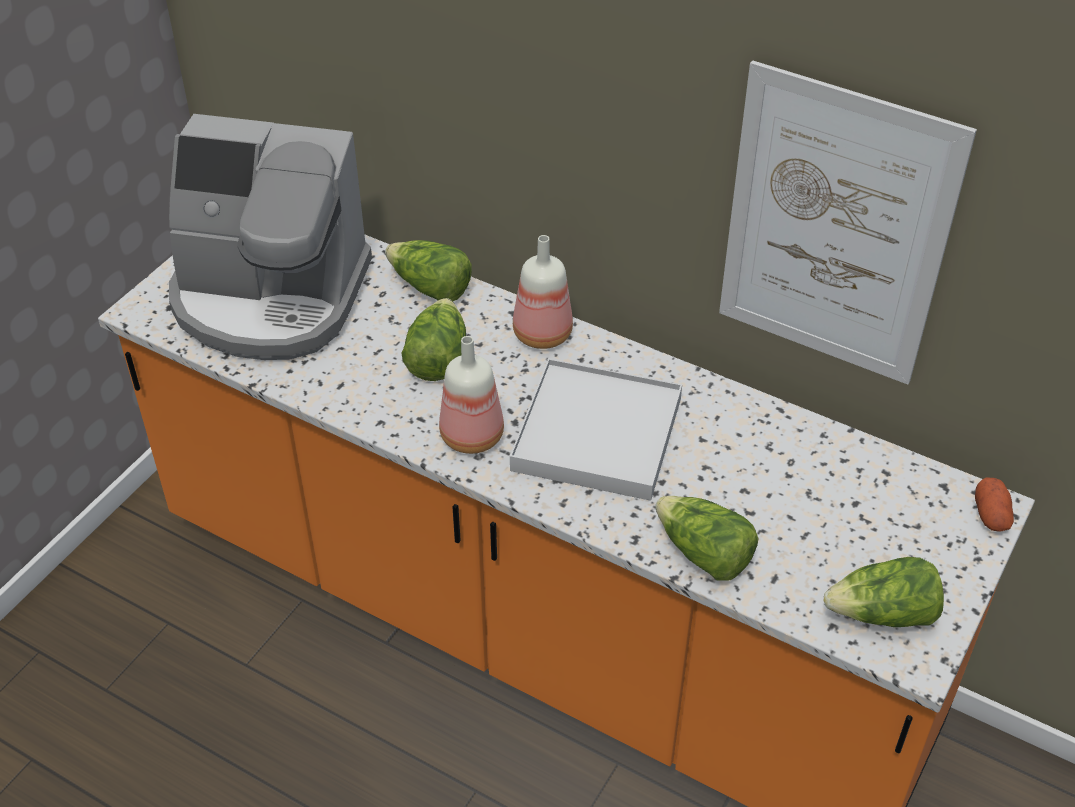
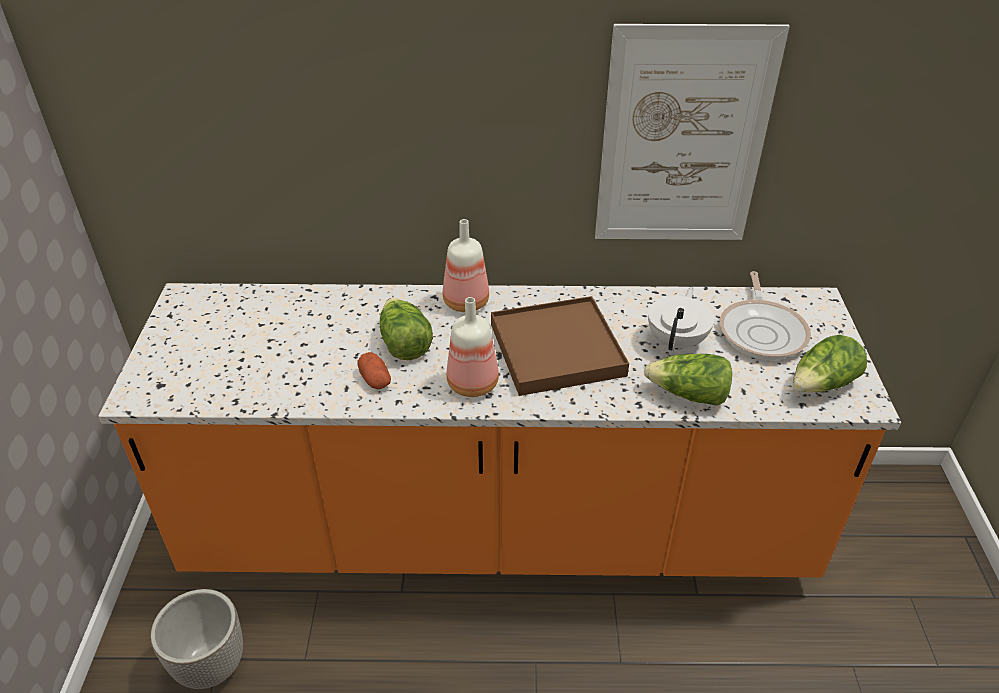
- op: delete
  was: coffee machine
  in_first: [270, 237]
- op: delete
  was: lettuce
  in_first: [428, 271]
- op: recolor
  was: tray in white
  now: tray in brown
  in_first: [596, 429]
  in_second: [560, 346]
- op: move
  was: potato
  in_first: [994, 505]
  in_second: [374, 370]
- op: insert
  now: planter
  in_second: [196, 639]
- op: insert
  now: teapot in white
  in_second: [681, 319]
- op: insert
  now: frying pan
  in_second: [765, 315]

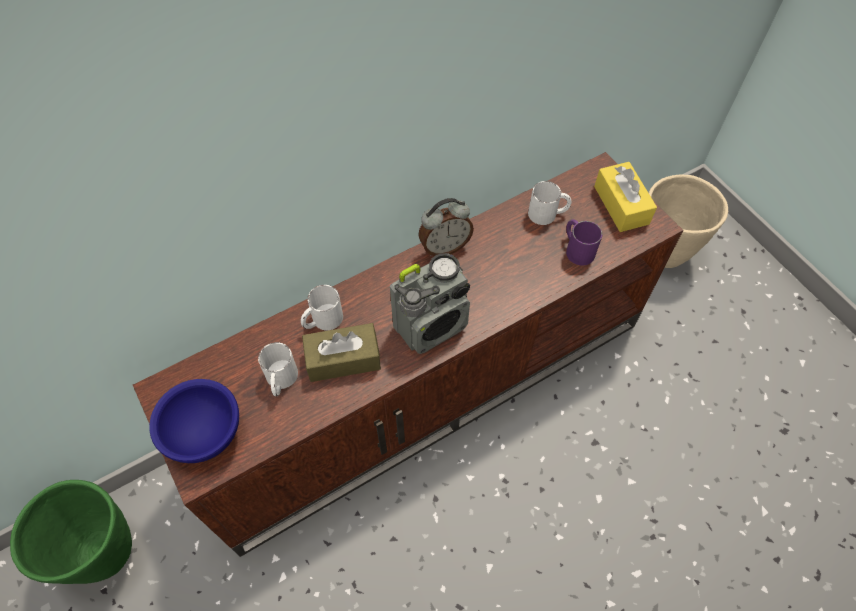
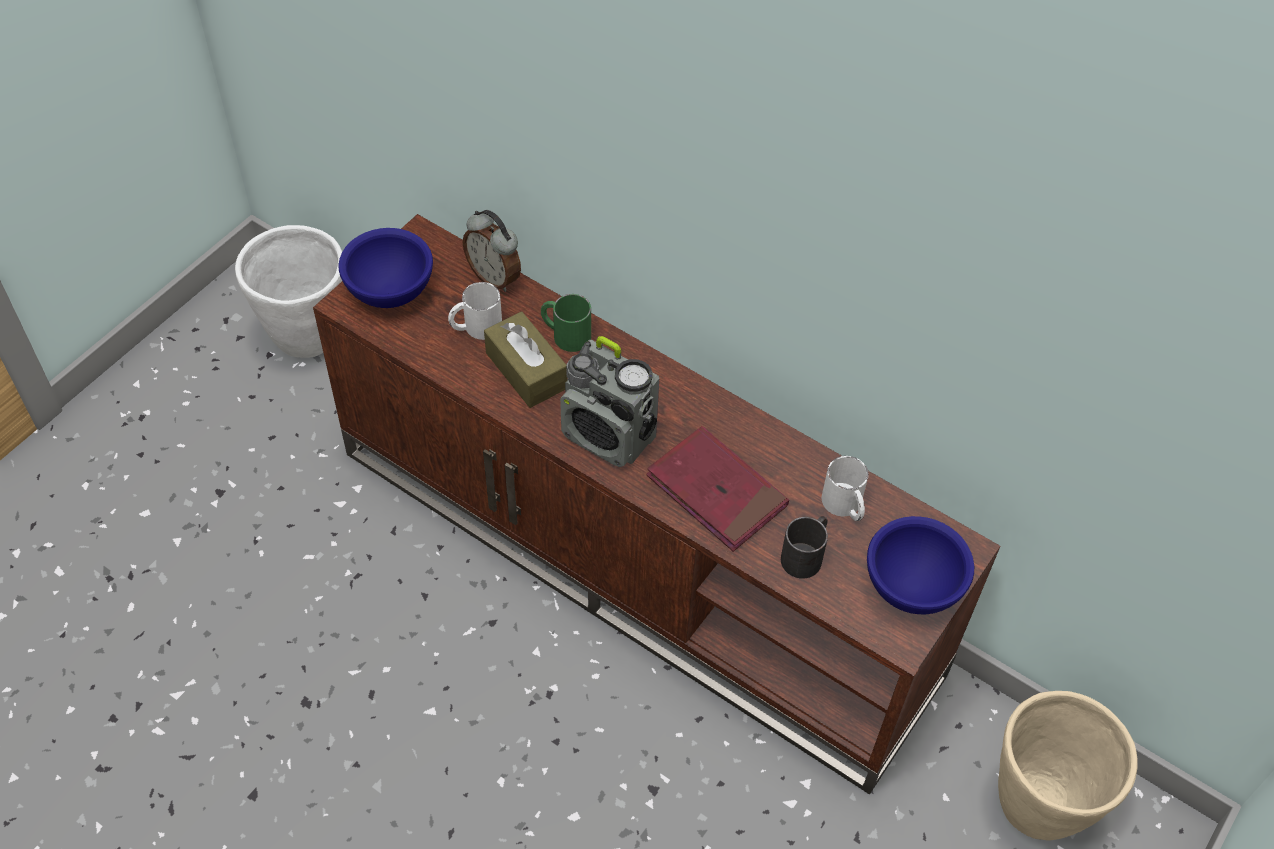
- op: recolor
  was: planter in green
  now: planter in white
  in_first: [71, 532]
  in_second: [288, 291]
- op: recolor
  was: mug in white
  now: mug in green
  in_first: [322, 307]
  in_second: [566, 323]
- op: move
  was: alarm clock
  in_first: [446, 227]
  in_second: [491, 251]
- op: recolor
  was: mug in purple
  now: mug in black
  in_first: [584, 242]
  in_second: [804, 547]
- op: replace
  was: tissue box in yellow
  now: bowl in blue
  in_first: [625, 197]
  in_second: [920, 565]
- op: insert
  now: book in red
  in_second: [717, 489]

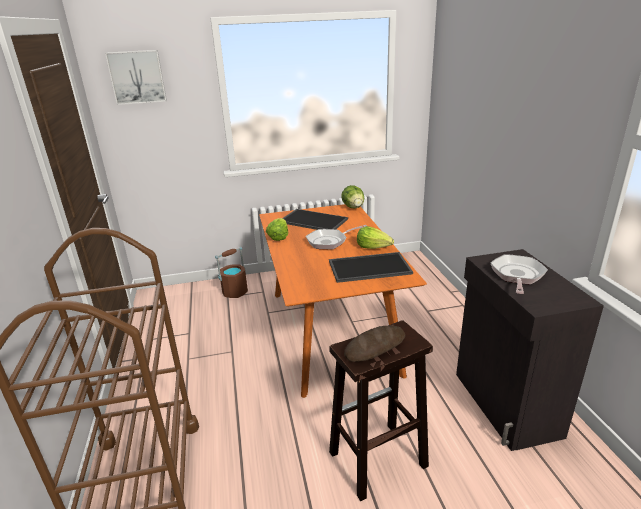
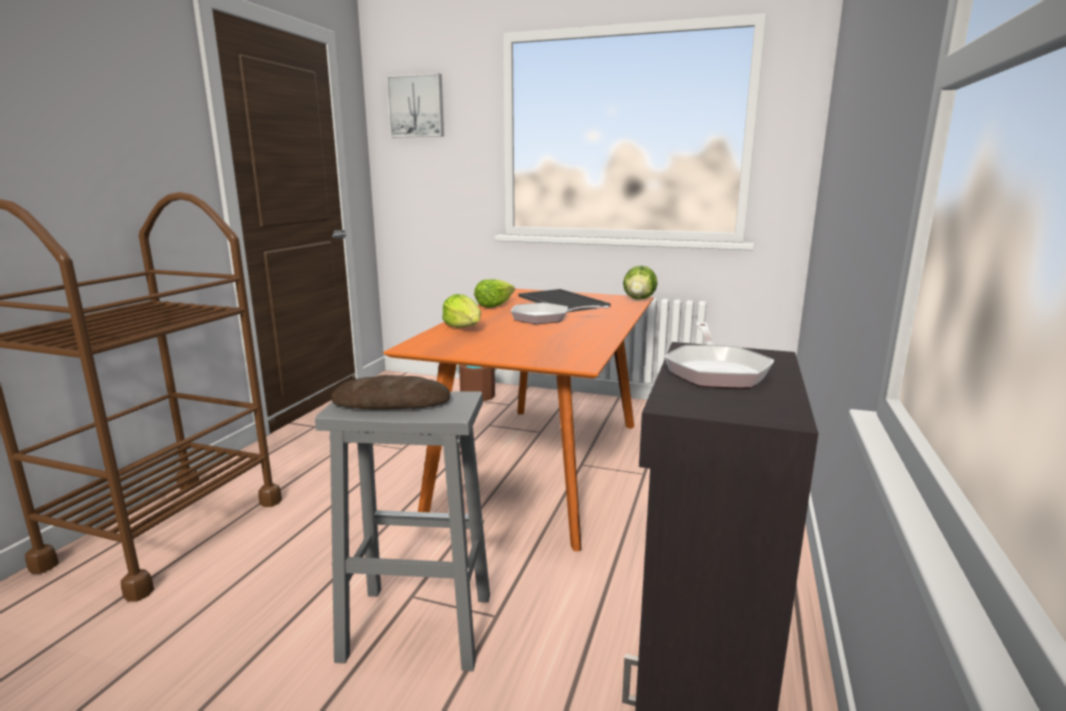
- op: delete
  was: tray
  in_first: [371, 267]
- op: recolor
  was: stool in brown
  now: stool in grey
  in_first: [381, 410]
  in_second: [402, 531]
- op: move
  was: lettuce
  in_first: [375, 237]
  in_second: [461, 311]
- op: rotate
  was: frying pan
  in_first: [519, 274]
  in_second: [719, 355]
  clockwise: 135

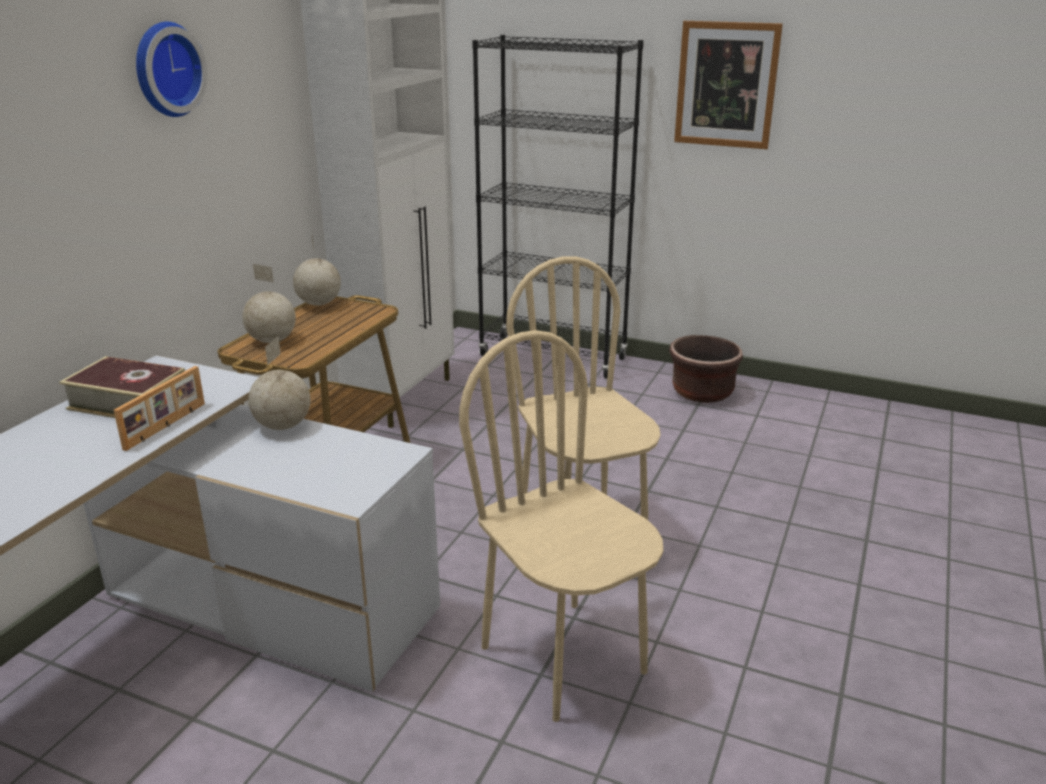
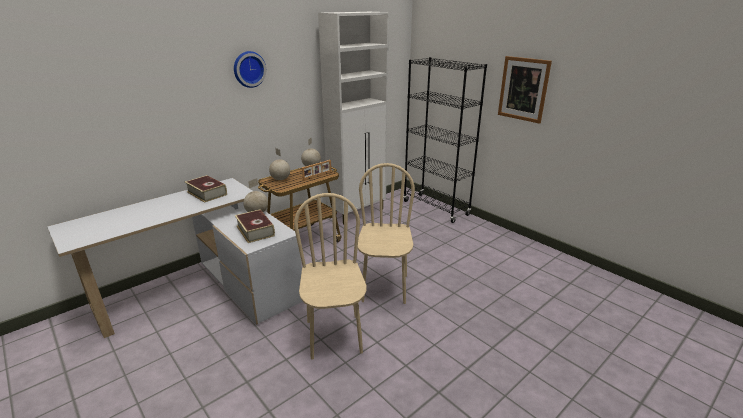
- op: move
  was: picture frame
  in_first: [159, 408]
  in_second: [316, 170]
- op: delete
  was: planter in brown
  in_first: [706, 369]
- op: insert
  now: book
  in_second: [255, 226]

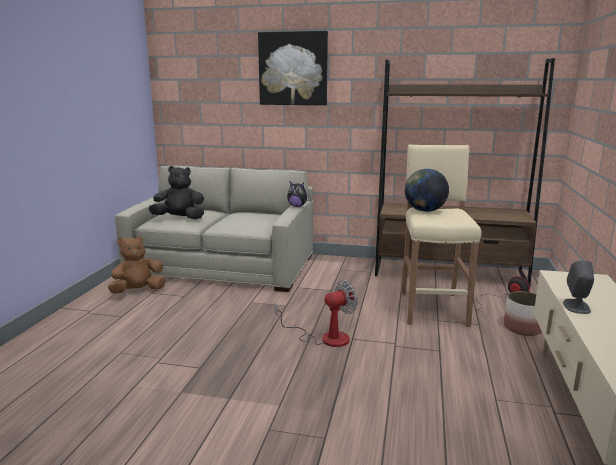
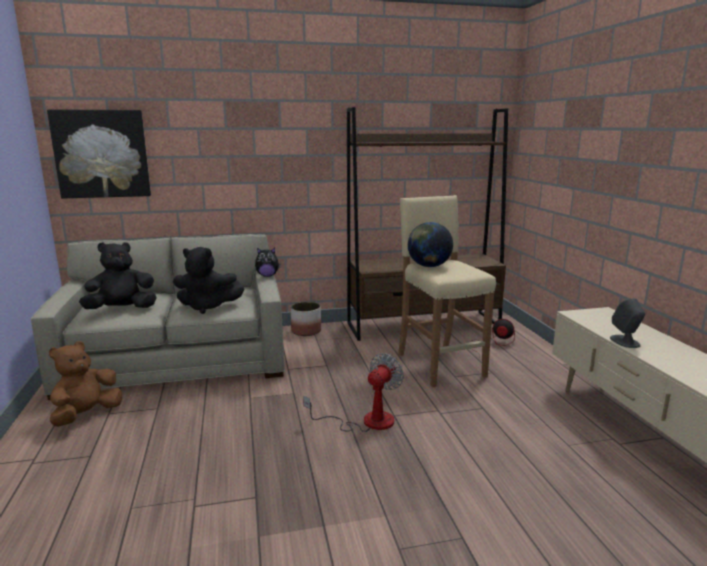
- op: move
  was: picture
  in_first: [293, 68]
  in_second: [99, 153]
- op: move
  was: planter
  in_first: [523, 313]
  in_second: [306, 319]
- op: insert
  now: plush toy in black
  in_second: [208, 280]

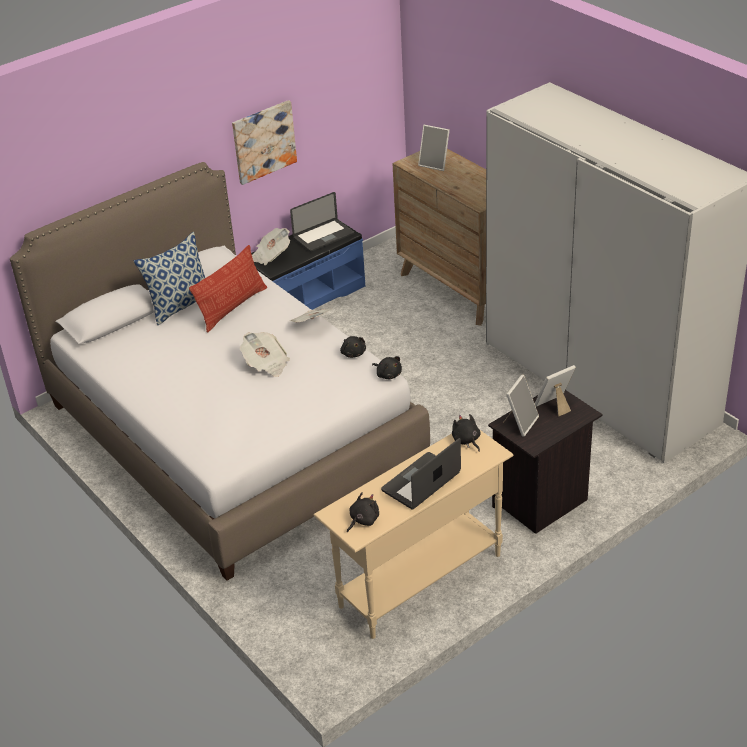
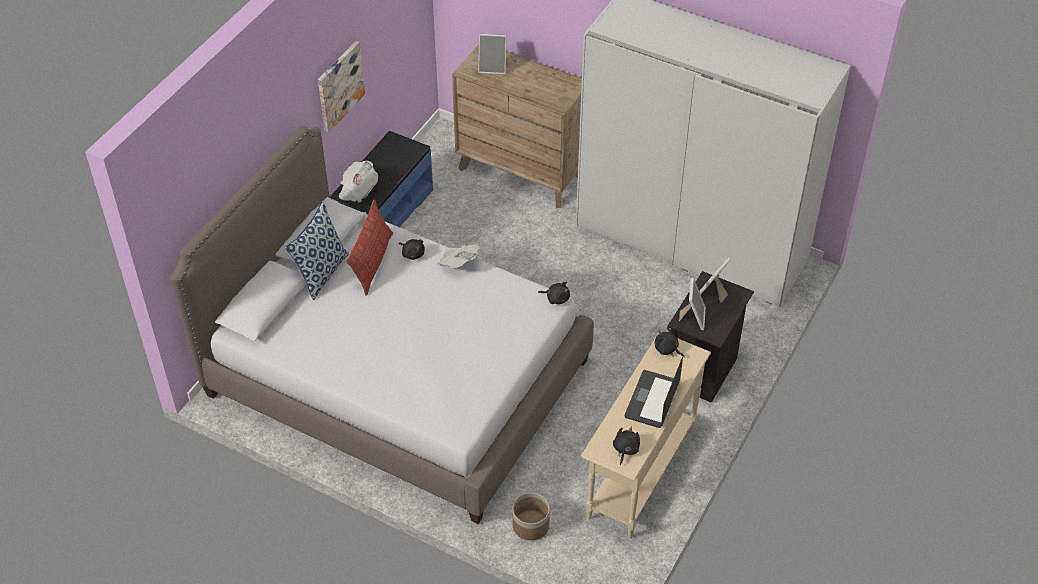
- op: delete
  was: newspaper
  in_first: [265, 354]
- op: delete
  was: laptop
  in_first: [322, 222]
- op: move
  was: plush toy in black
  in_first: [353, 347]
  in_second: [412, 249]
- op: insert
  now: planter
  in_second: [531, 516]

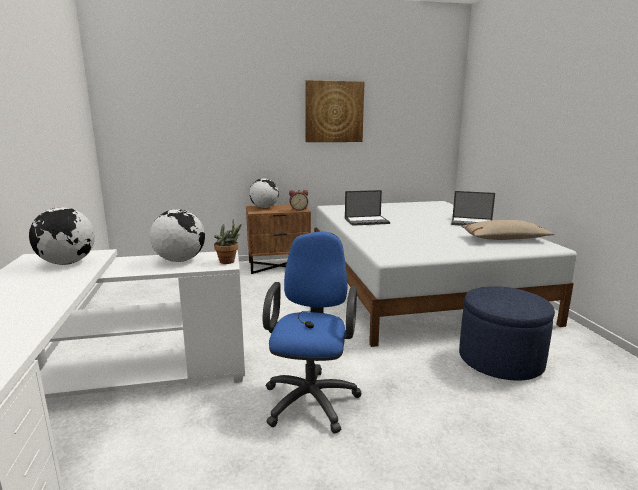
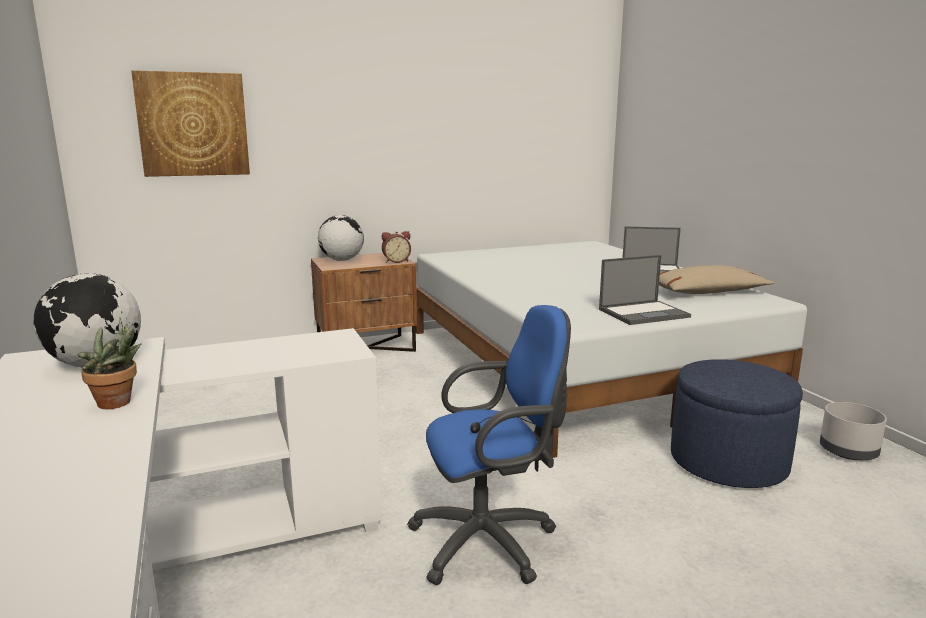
- op: delete
  was: globe
  in_first: [177, 235]
- op: move
  was: potted plant
  in_first: [228, 241]
  in_second: [109, 363]
- op: rotate
  was: office chair in blue
  in_first: [312, 333]
  in_second: [489, 445]
  clockwise: 75
- op: move
  was: picture
  in_first: [335, 111]
  in_second: [190, 123]
- op: move
  was: laptop
  in_first: [367, 208]
  in_second: [645, 290]
- op: insert
  now: planter in grey
  in_second: [853, 431]

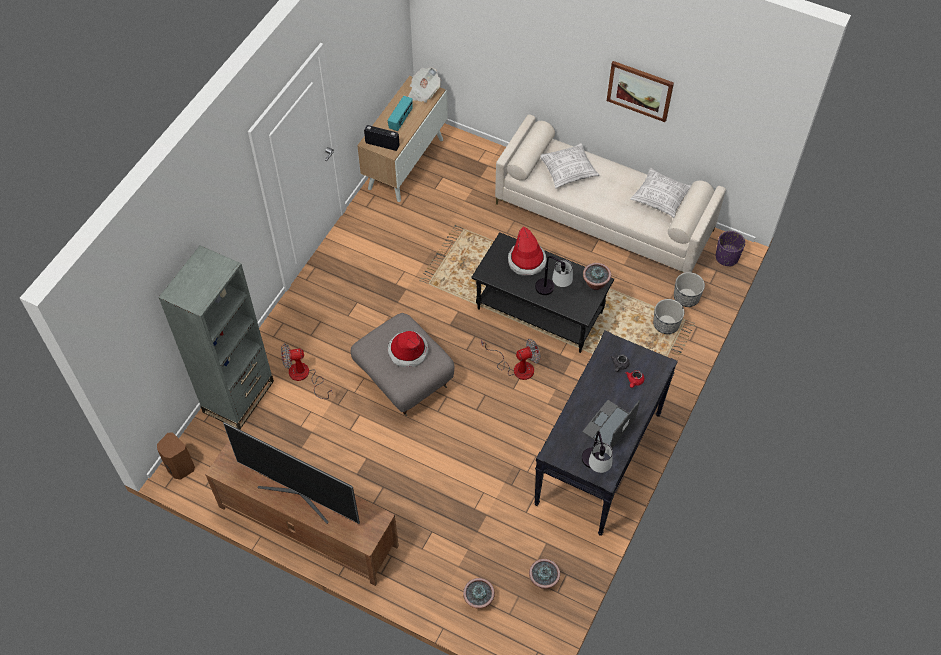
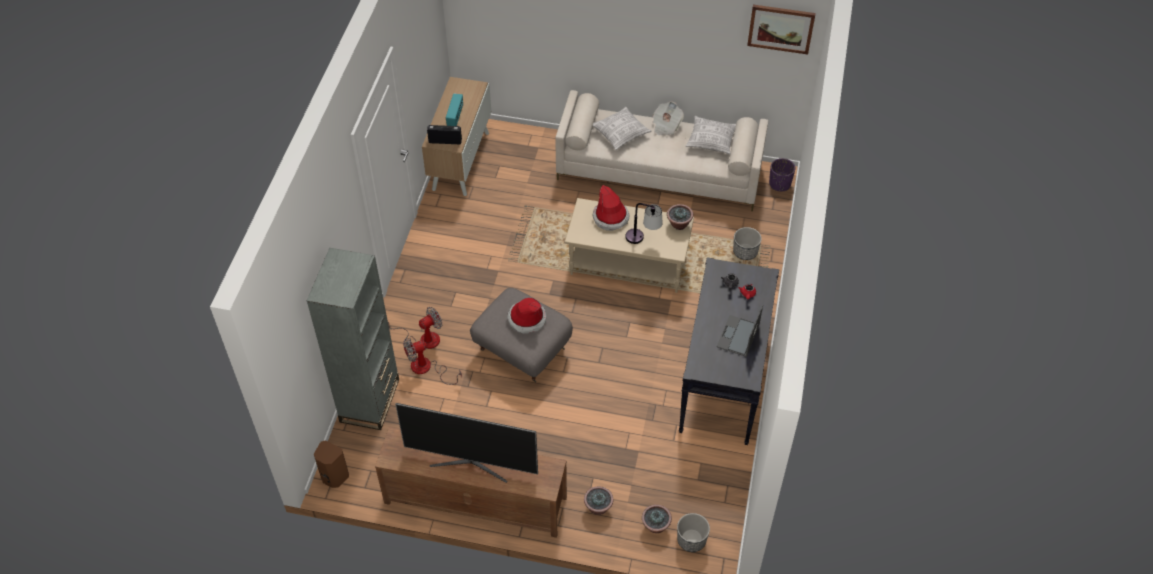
- op: move
  was: newspaper
  in_first: [424, 85]
  in_second: [668, 118]
- op: recolor
  was: coffee table in black
  now: coffee table in beige
  in_first: [542, 292]
  in_second: [629, 245]
- op: move
  was: fan
  in_first: [510, 359]
  in_second: [415, 328]
- op: move
  was: potted plant
  in_first: [544, 574]
  in_second: [598, 500]
- op: delete
  was: table lamp
  in_first: [597, 452]
- op: move
  was: picture
  in_first: [640, 91]
  in_second: [781, 29]
- op: move
  was: planter
  in_first: [689, 289]
  in_second: [693, 532]

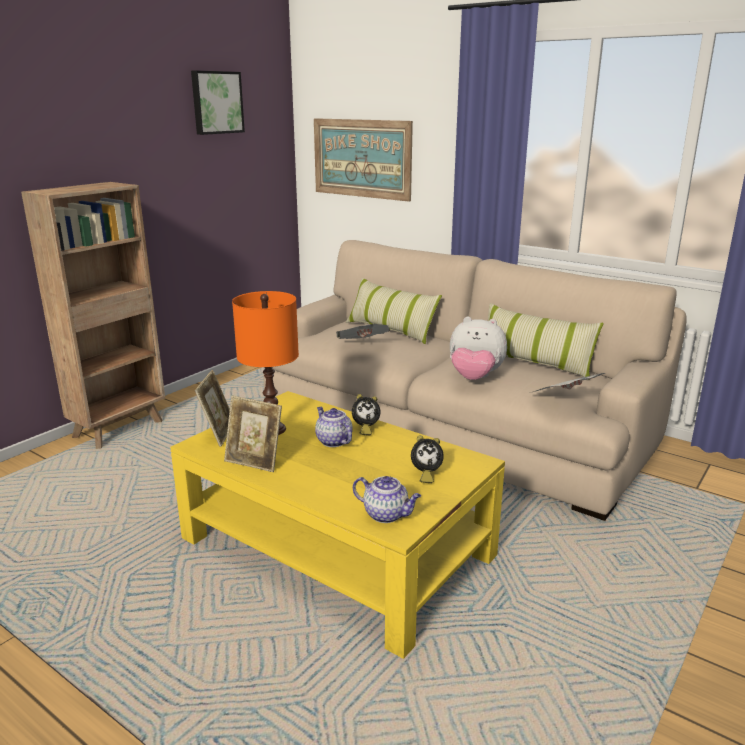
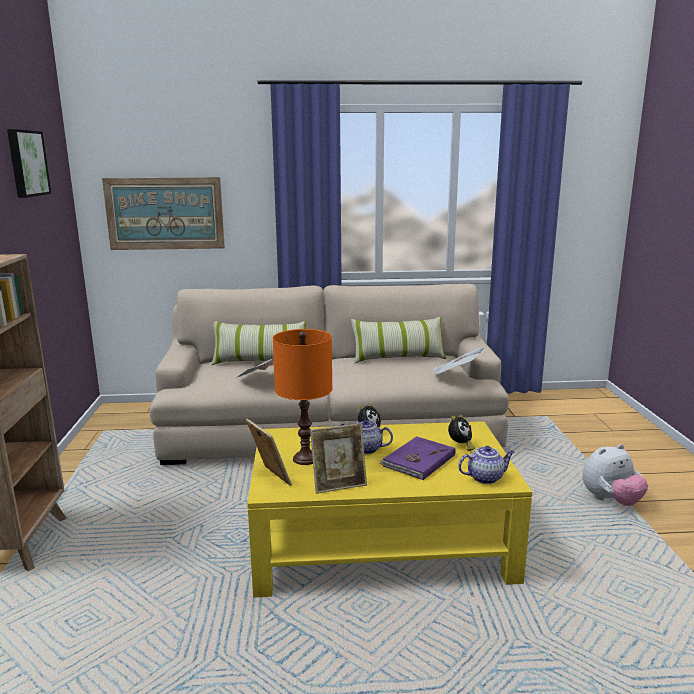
- op: move
  was: plush toy
  in_first: [478, 348]
  in_second: [615, 475]
- op: insert
  now: book in purple
  in_second: [418, 458]

